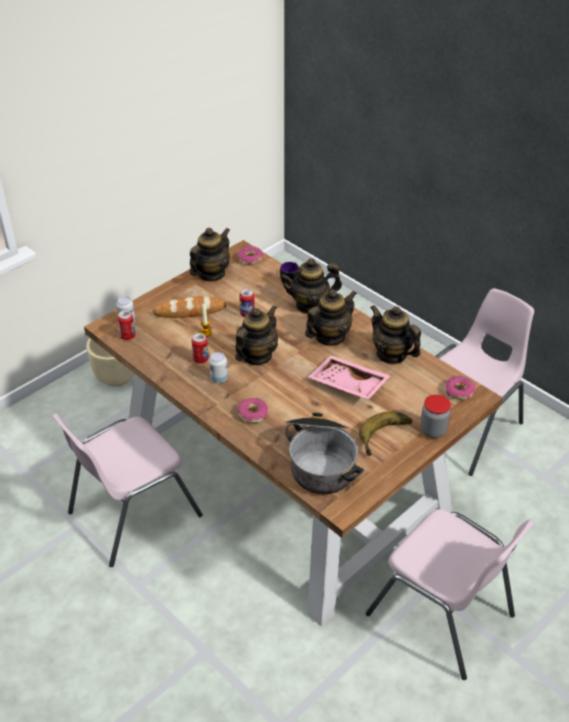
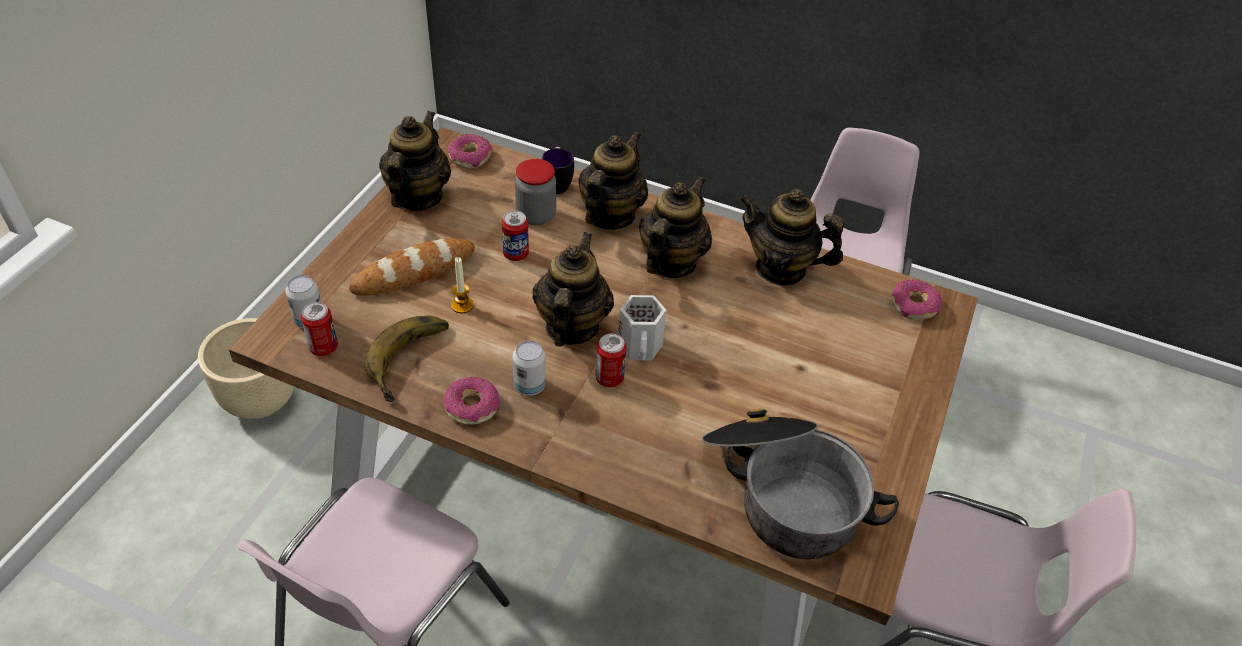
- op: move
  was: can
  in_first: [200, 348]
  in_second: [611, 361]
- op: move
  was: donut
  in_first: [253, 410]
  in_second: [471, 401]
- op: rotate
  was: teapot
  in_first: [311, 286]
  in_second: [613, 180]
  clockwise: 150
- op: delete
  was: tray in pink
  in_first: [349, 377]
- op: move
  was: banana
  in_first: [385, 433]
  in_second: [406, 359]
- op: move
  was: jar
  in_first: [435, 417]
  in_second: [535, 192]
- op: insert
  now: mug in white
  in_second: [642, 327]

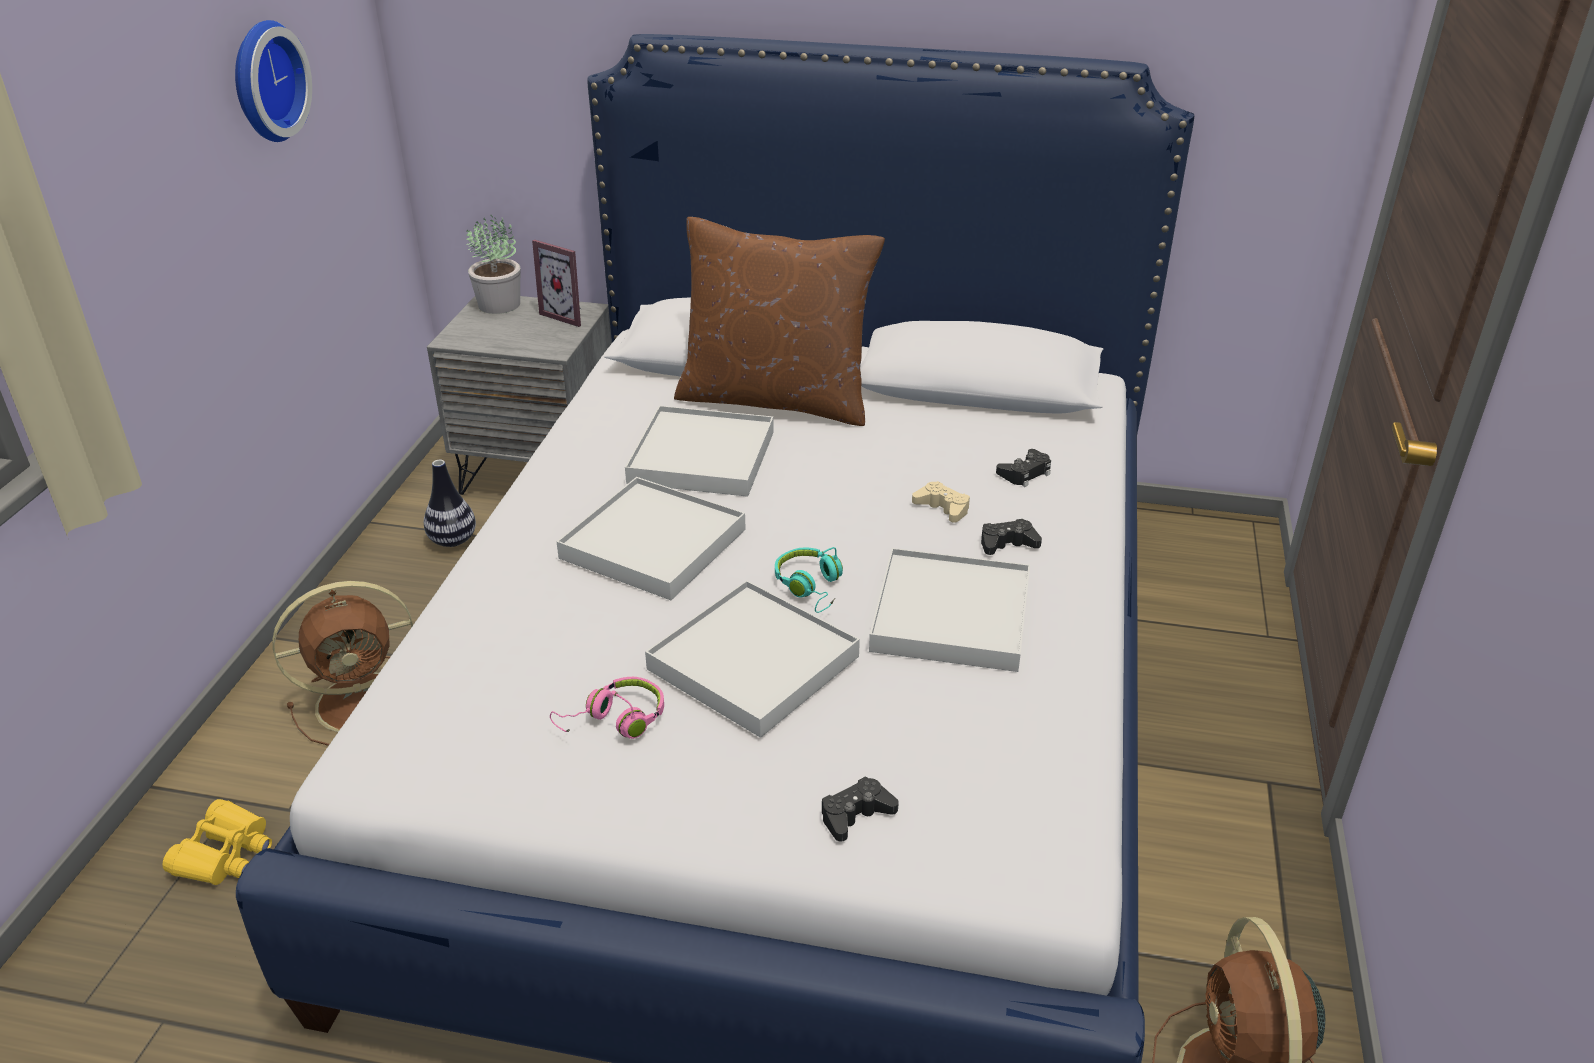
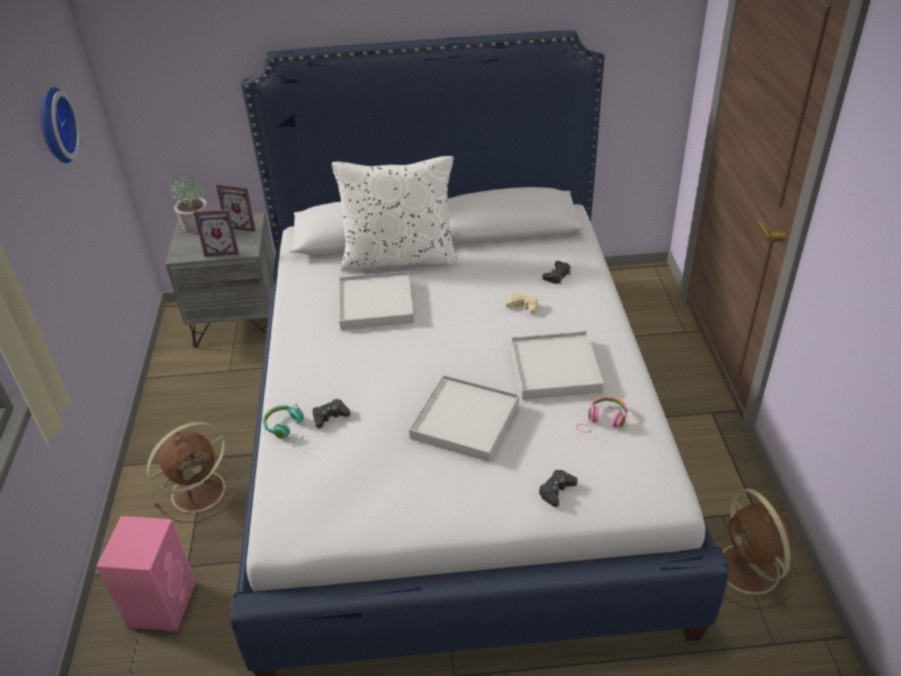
- op: replace
  was: binoculars in yellow
  now: speaker in pink
  in_first: [217, 842]
  in_second: [146, 573]
- op: delete
  was: vase
  in_first: [450, 503]
- op: move
  was: headphones in pink
  in_first: [607, 708]
  in_second: [602, 414]
- op: delete
  was: tray in white
  in_first: [651, 538]
- op: recolor
  was: pillow in brown
  now: pillow in white
  in_first: [779, 321]
  in_second: [395, 213]
- op: move
  was: headphones in turquoise
  in_first: [809, 580]
  in_second: [283, 425]
- op: move
  was: game controller in black
  in_first: [1011, 537]
  in_second: [331, 413]
- op: insert
  now: picture frame
  in_second: [216, 233]

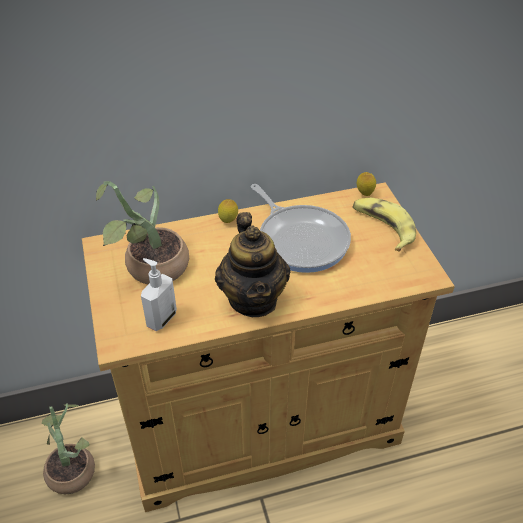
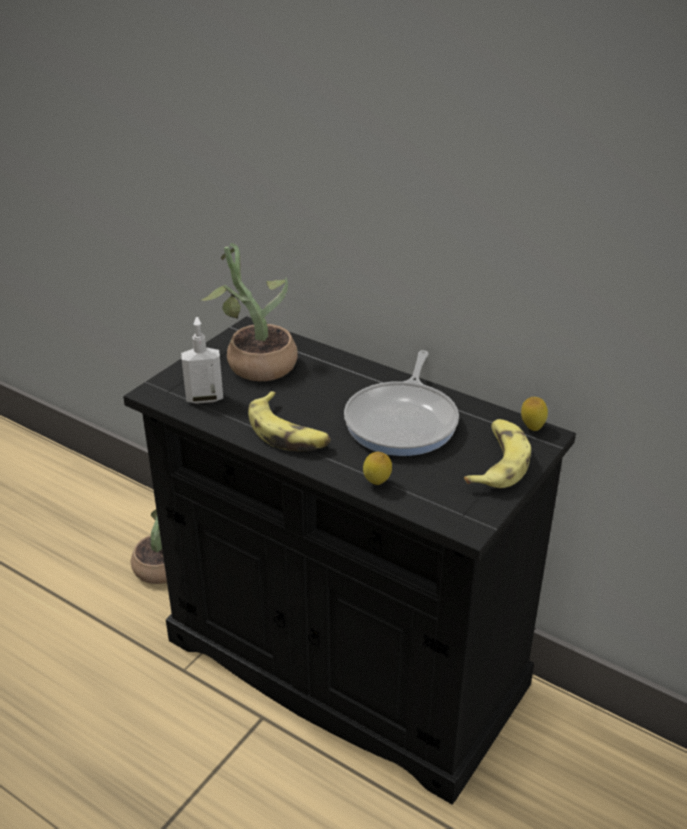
- op: recolor
  was: cabinet in beige
  now: cabinet in black
  in_first: [268, 347]
  in_second: [349, 560]
- op: replace
  was: teapot
  now: banana
  in_first: [252, 264]
  in_second: [289, 421]
- op: move
  was: lemon
  in_first: [228, 211]
  in_second: [377, 468]

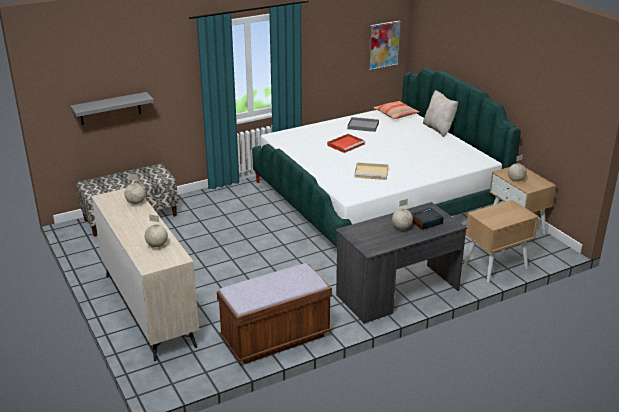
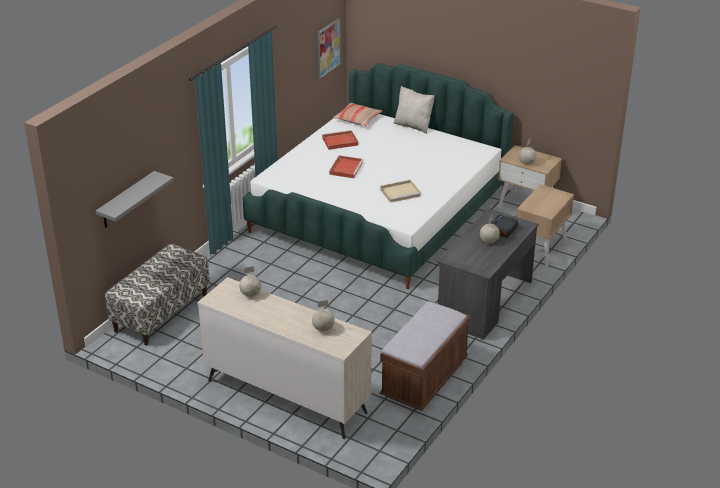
- op: recolor
  was: tray in grey
  now: tray in red
  in_first: [363, 124]
  in_second: [340, 140]

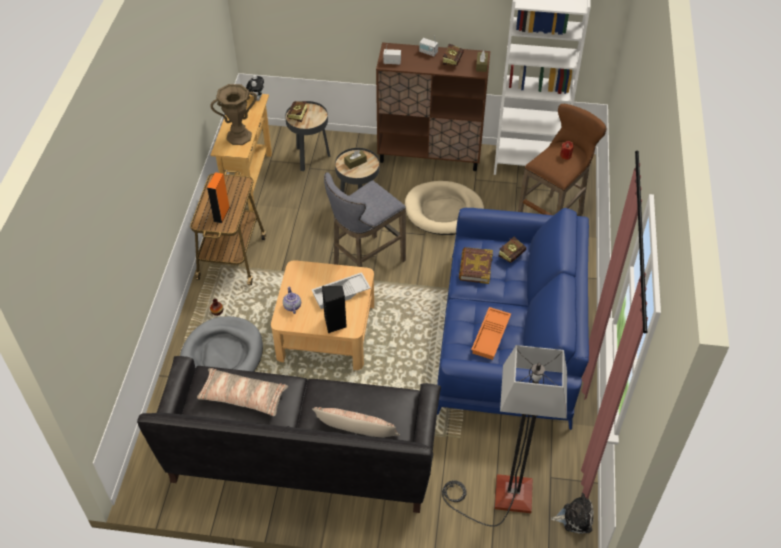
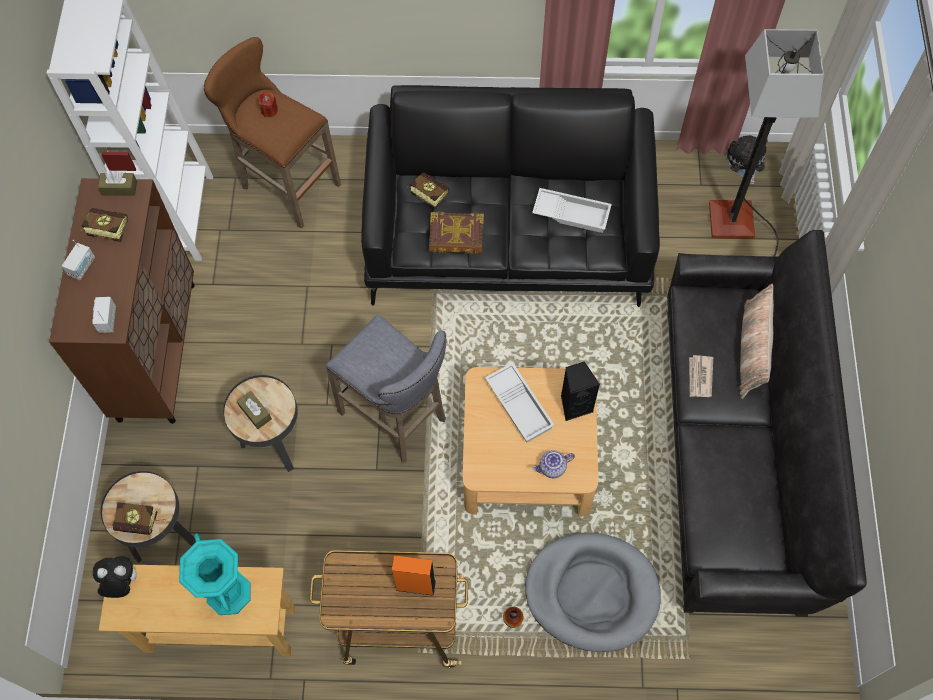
- op: delete
  was: pillow
  in_first: [242, 392]
- op: recolor
  was: vase in brown
  now: vase in turquoise
  in_first: [233, 114]
  in_second: [215, 574]
- op: delete
  was: dog bed in beige
  in_first: [444, 208]
- op: recolor
  was: sofa in blue
  now: sofa in black
  in_first: [513, 319]
  in_second: [510, 196]
- op: recolor
  was: tray in orange
  now: tray in white
  in_first: [491, 333]
  in_second: [572, 210]
- op: insert
  now: newspaper
  in_second: [701, 376]

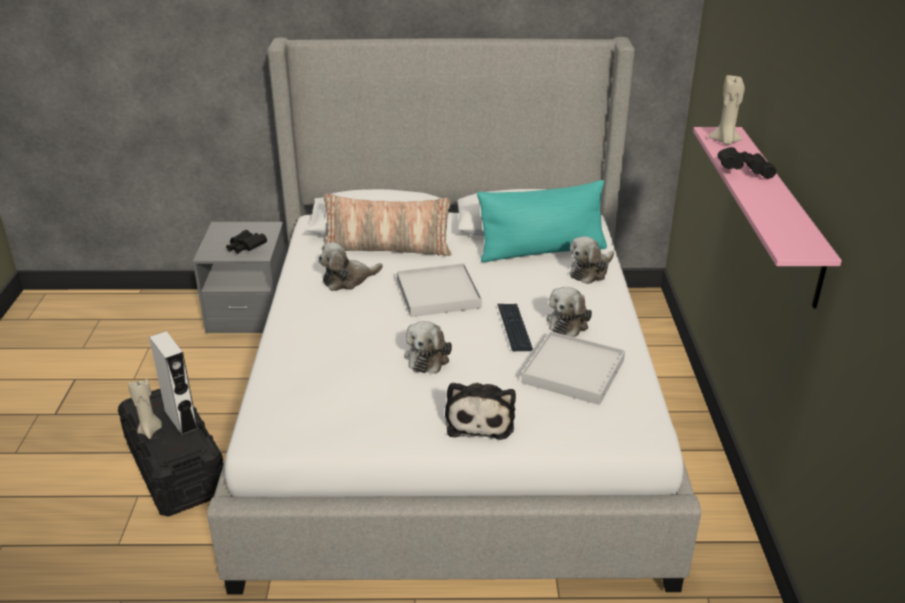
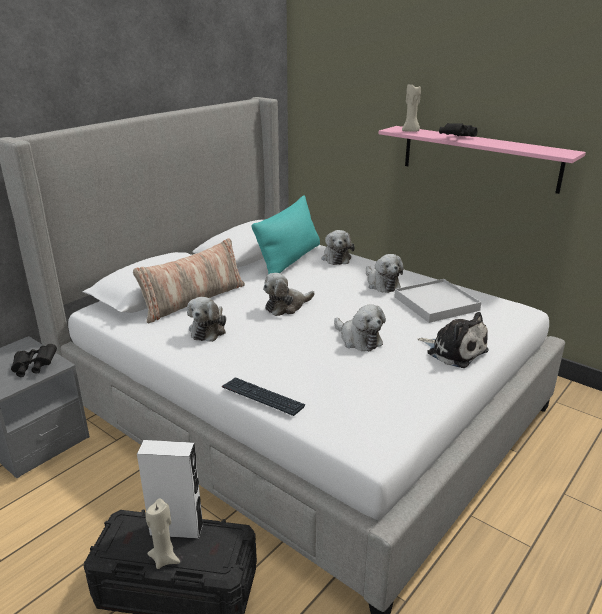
- op: replace
  was: tray in white
  now: plush toy
  in_first: [439, 290]
  in_second: [289, 294]
- op: move
  was: keyboard
  in_first: [515, 327]
  in_second: [263, 397]

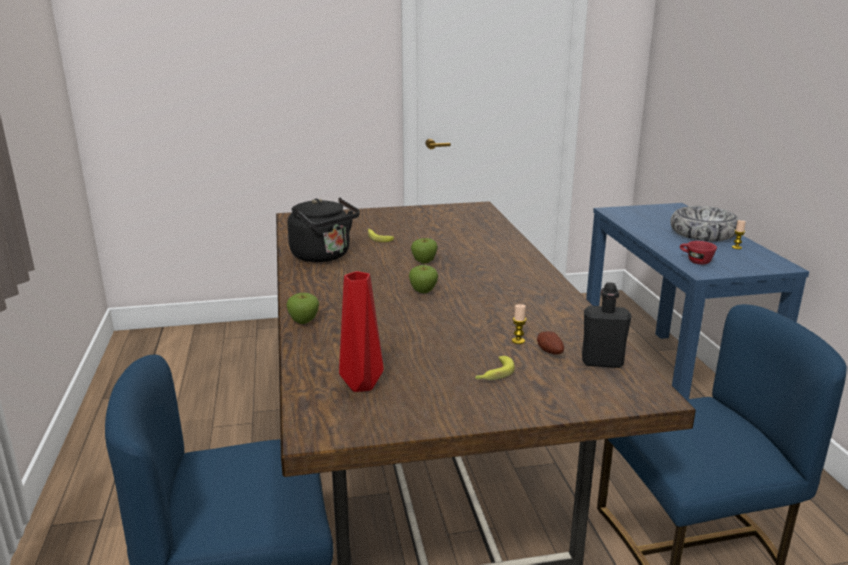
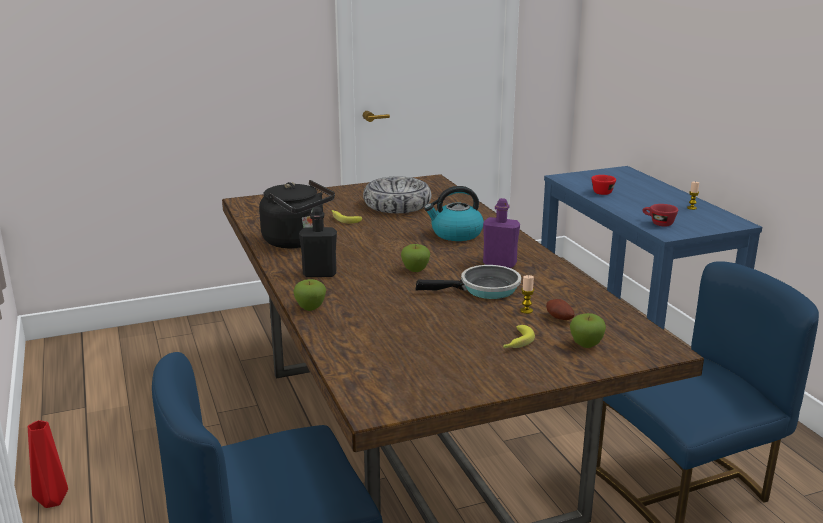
- op: move
  was: vase in red
  in_first: [361, 331]
  in_second: [48, 464]
- op: move
  was: apple
  in_first: [424, 251]
  in_second: [588, 330]
- op: move
  was: bottle in black
  in_first: [607, 325]
  in_second: [318, 242]
- op: move
  was: bowl
  in_first: [704, 223]
  in_second: [397, 194]
- op: insert
  now: frying pan
  in_second: [468, 282]
- op: insert
  now: kettle
  in_second: [454, 213]
- op: insert
  now: bottle in purple
  in_second: [501, 233]
- op: insert
  now: cup in red
  in_second: [603, 185]

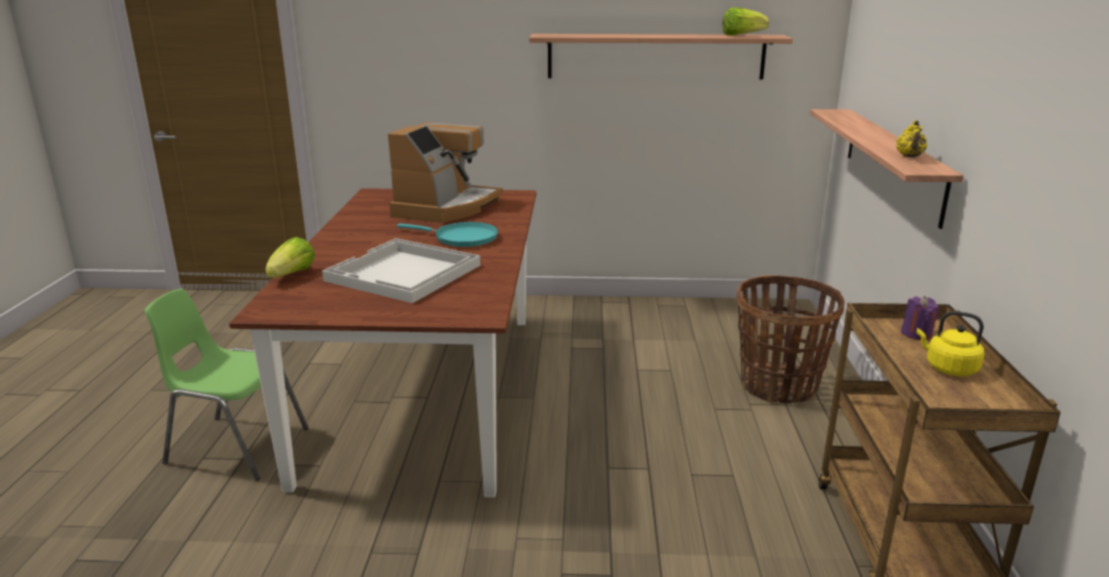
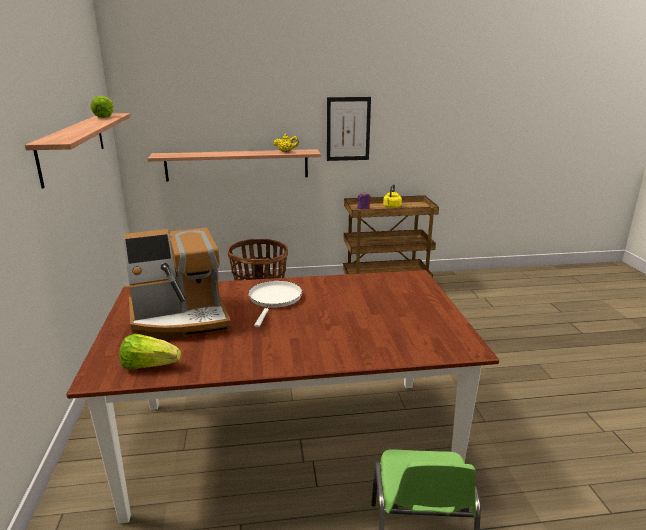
- op: move
  was: lettuce
  in_first: [290, 257]
  in_second: [150, 352]
- op: delete
  was: tray in white
  in_first: [401, 270]
- op: rotate
  was: coffee machine
  in_first: [445, 172]
  in_second: [177, 284]
  clockwise: 150
- op: recolor
  was: frying pan in turquoise
  now: frying pan in white
  in_first: [447, 234]
  in_second: [275, 304]
- op: insert
  now: picture
  in_second: [349, 129]

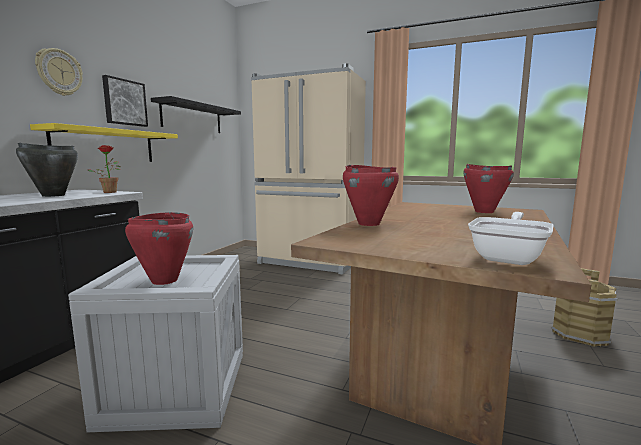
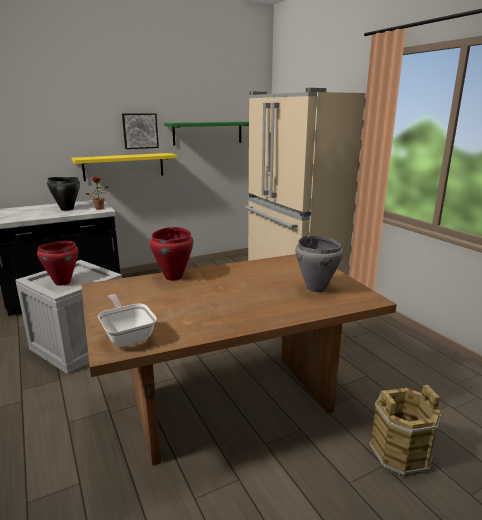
- op: delete
  was: wall clock
  in_first: [59, 72]
- op: recolor
  was: shelf in black
  now: shelf in green
  in_first: [196, 114]
  in_second: [206, 133]
- op: recolor
  was: cooking pot in red
  now: cooking pot in grey
  in_first: [488, 188]
  in_second: [319, 264]
- op: rotate
  was: frying pan
  in_first: [511, 238]
  in_second: [127, 320]
  clockwise: -105

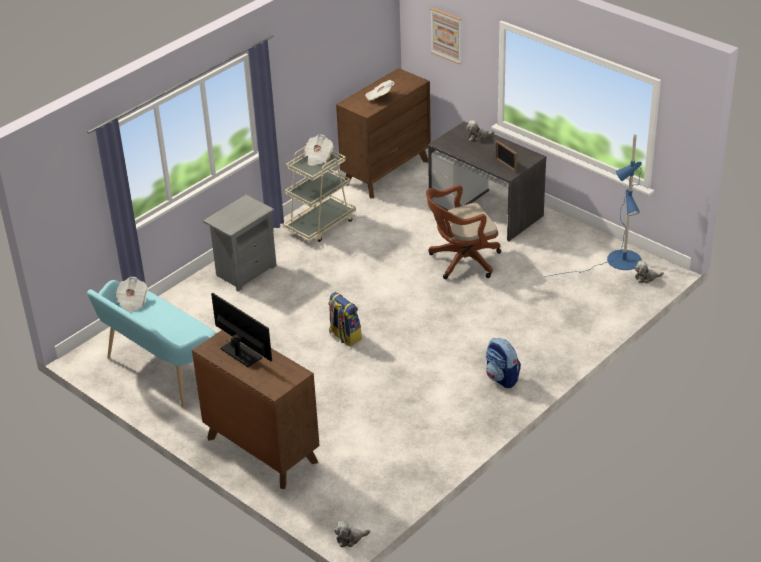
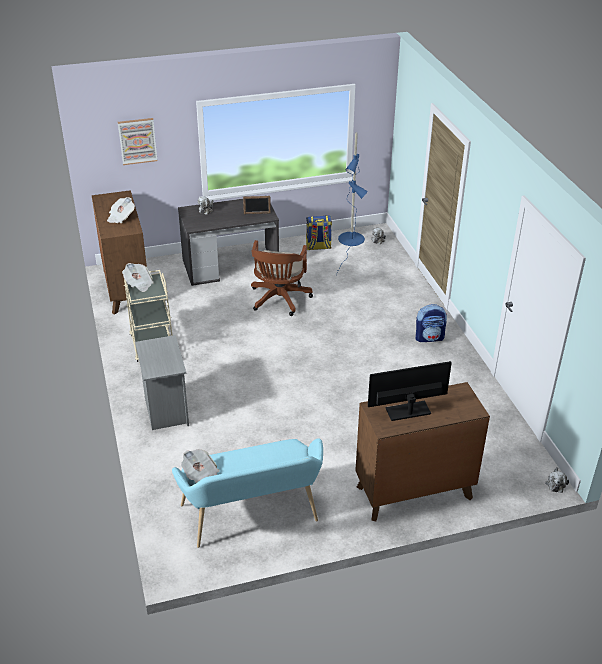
- op: move
  was: backpack
  in_first: [345, 319]
  in_second: [319, 232]

